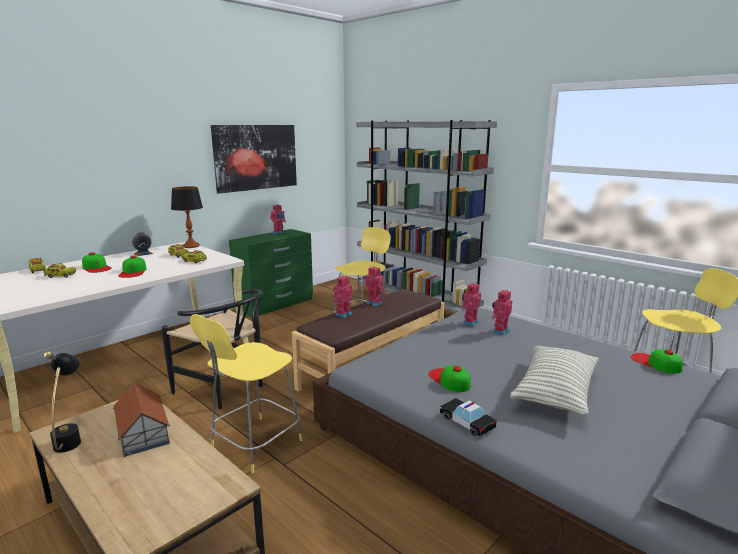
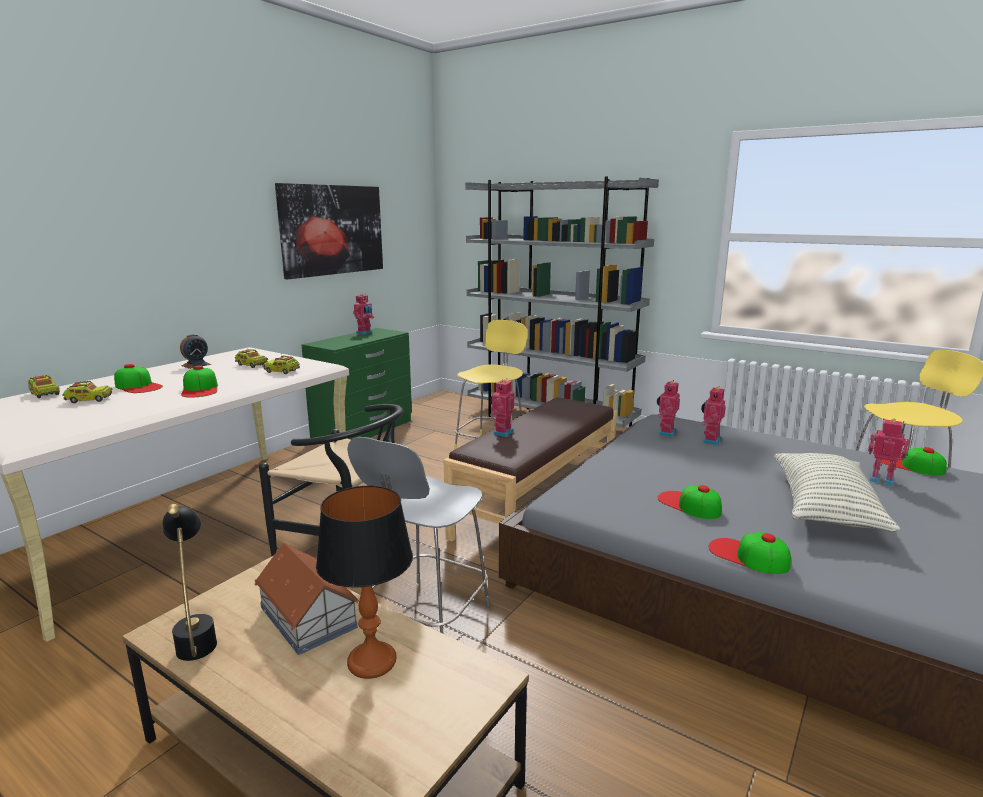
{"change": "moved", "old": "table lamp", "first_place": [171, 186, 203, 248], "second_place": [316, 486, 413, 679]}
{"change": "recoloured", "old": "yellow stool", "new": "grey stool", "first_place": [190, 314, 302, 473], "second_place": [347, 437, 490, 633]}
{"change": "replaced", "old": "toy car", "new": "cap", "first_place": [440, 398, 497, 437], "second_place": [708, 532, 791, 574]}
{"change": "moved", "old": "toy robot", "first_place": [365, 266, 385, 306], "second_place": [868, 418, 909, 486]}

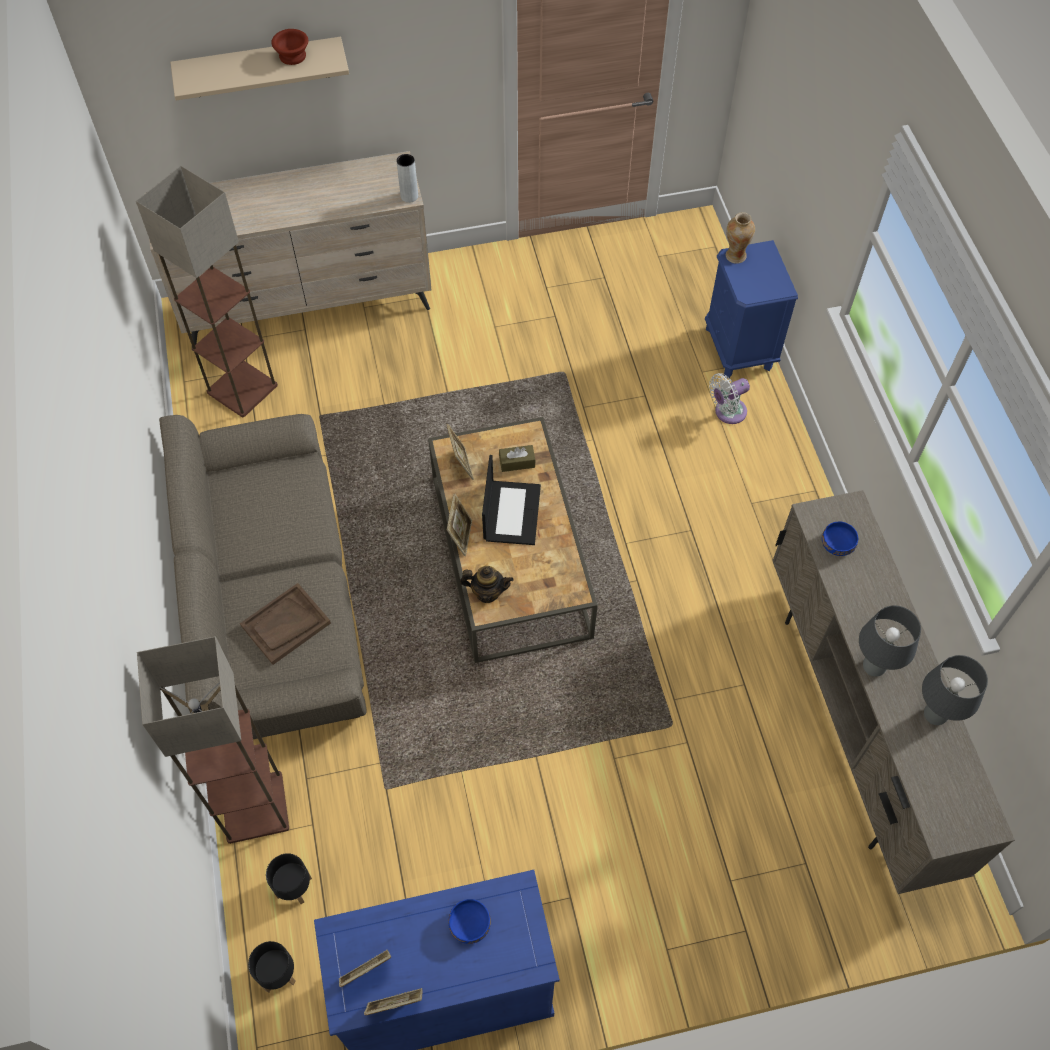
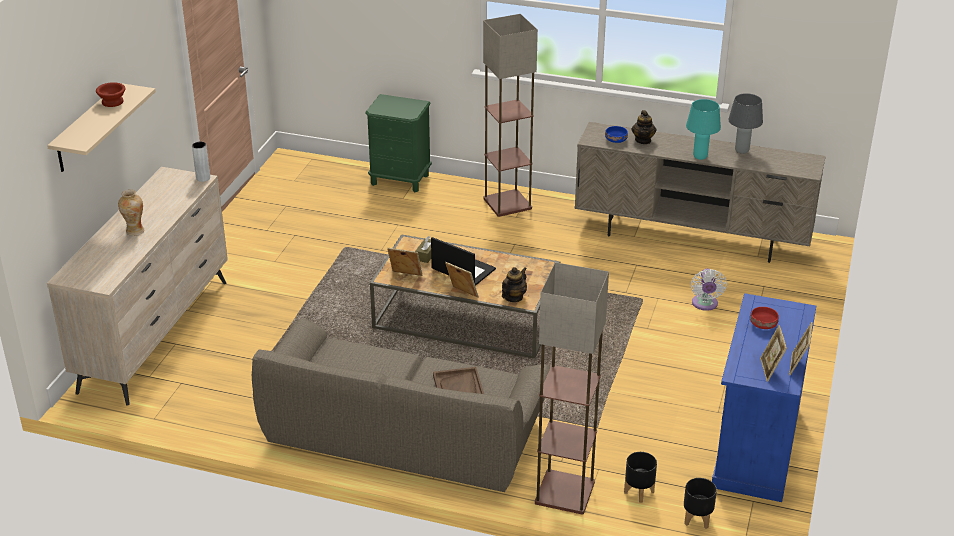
{"change": "moved", "old": "vase", "first_place": [726, 212, 755, 264], "second_place": [118, 189, 144, 236]}
{"change": "recoloured", "old": "blue nightstand", "new": "green nightstand", "first_place": [705, 240, 798, 378], "second_place": [365, 94, 432, 192]}
{"change": "moved", "old": "floor lamp", "first_place": [136, 166, 278, 418], "second_place": [483, 14, 538, 217]}
{"change": "added", "new": "teapot", "second_place": [631, 110, 656, 144]}
{"change": "recoloured", "old": "grey table lamp", "new": "turquoise table lamp", "first_place": [859, 605, 921, 677], "second_place": [686, 99, 721, 160]}
{"change": "moved", "old": "white fan", "first_place": [709, 373, 750, 424], "second_place": [691, 269, 727, 311]}
{"change": "recoloured", "old": "blue bowl", "new": "red bowl", "first_place": [448, 899, 491, 944], "second_place": [750, 307, 779, 329]}

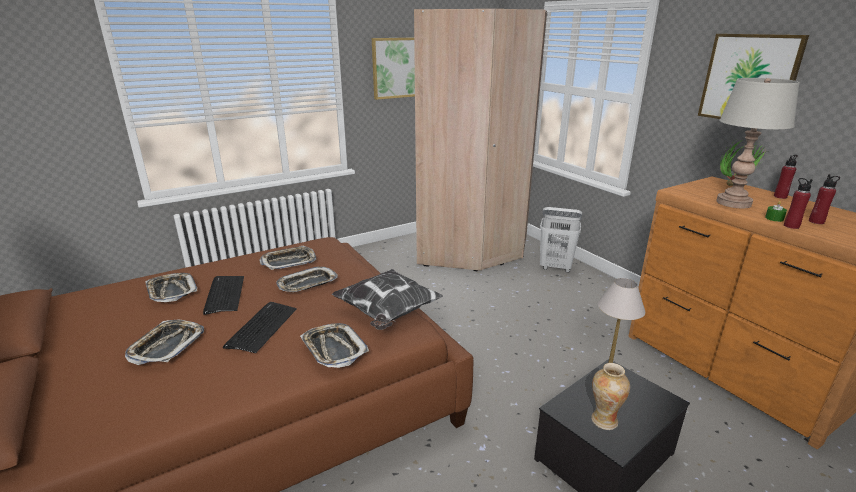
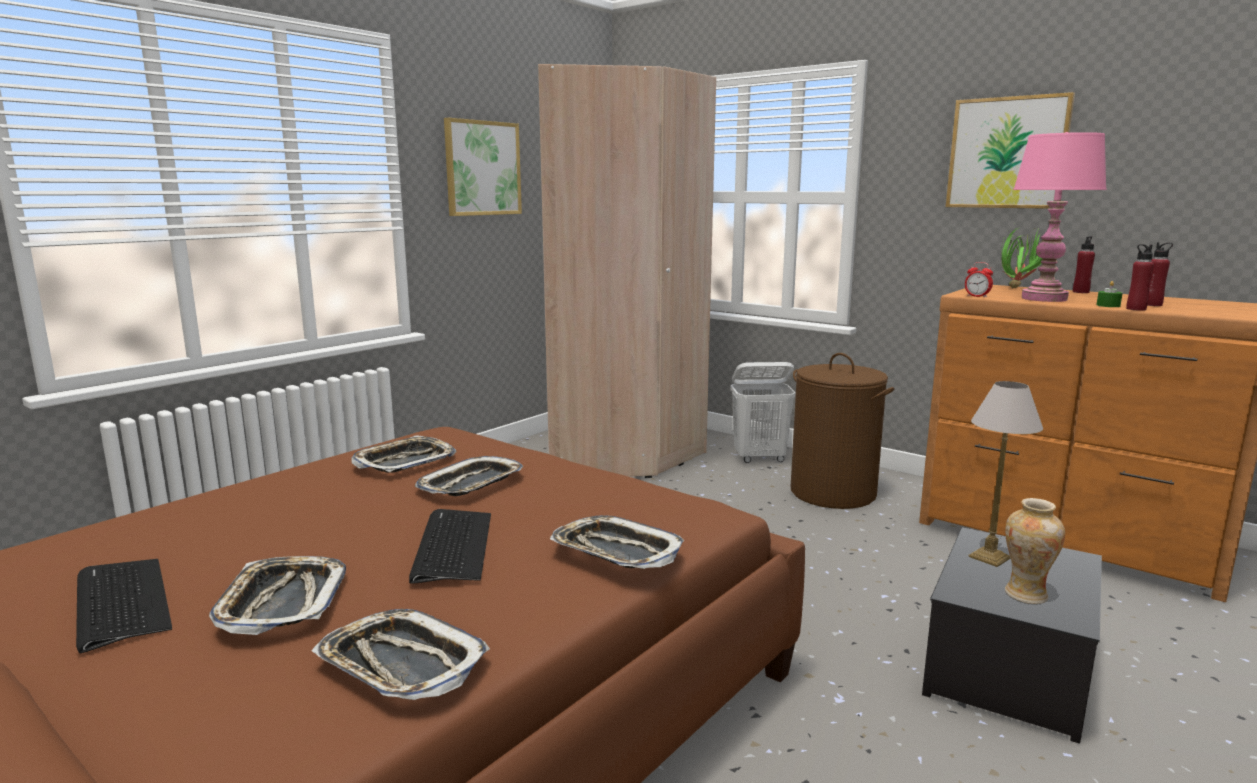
{"change": "moved", "old": "keyboard", "first_place": [203, 276, 244, 315], "second_place": [76, 559, 172, 653]}
{"change": "moved", "old": "tray", "first_place": [145, 273, 197, 302], "second_place": [312, 609, 490, 700]}
{"change": "added", "new": "brown laundry basket", "second_place": [790, 353, 894, 509]}
{"change": "added", "new": "alarm clock", "second_place": [965, 262, 993, 298]}
{"change": "recoloured", "old": "grey table lamp", "new": "pink table lamp", "first_place": [716, 78, 799, 209], "second_place": [1013, 132, 1107, 302]}
{"change": "removed", "old": "pillow", "first_place": [332, 269, 443, 330]}

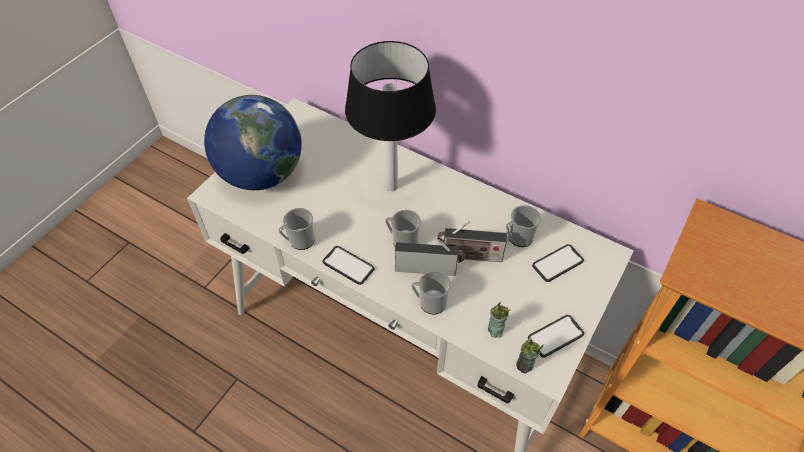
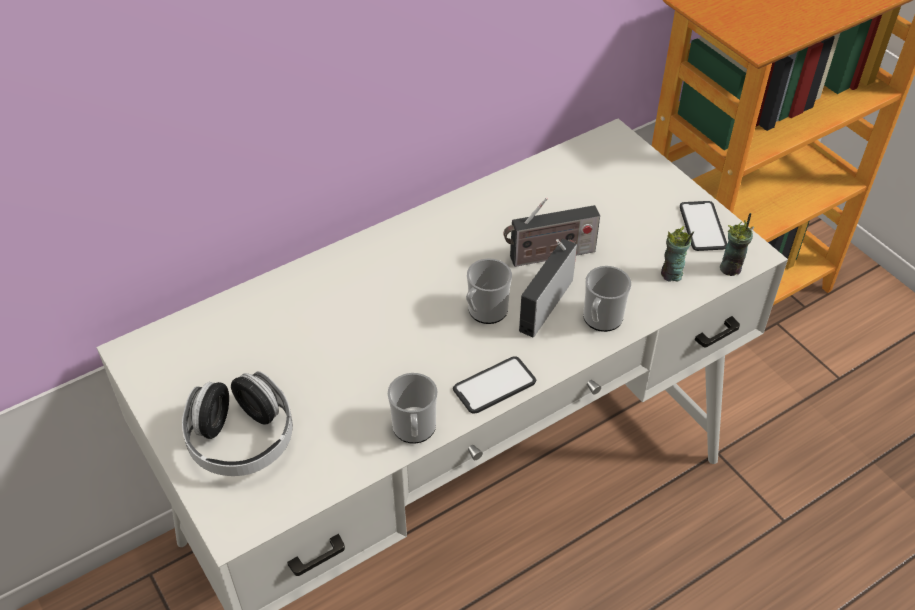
{"change": "replaced", "old": "globe", "new": "headphones", "first_place": [204, 95, 302, 190], "second_place": [182, 371, 293, 476]}
{"change": "turned", "old": "radio", "first_place": [438, 221, 507, 262], "second_place": [503, 198, 600, 267], "degrees": 45}
{"change": "removed", "old": "table lamp", "first_place": [345, 41, 436, 191]}
{"change": "removed", "old": "mug", "first_place": [506, 205, 541, 247]}
{"change": "removed", "old": "phone", "first_place": [532, 244, 584, 282]}

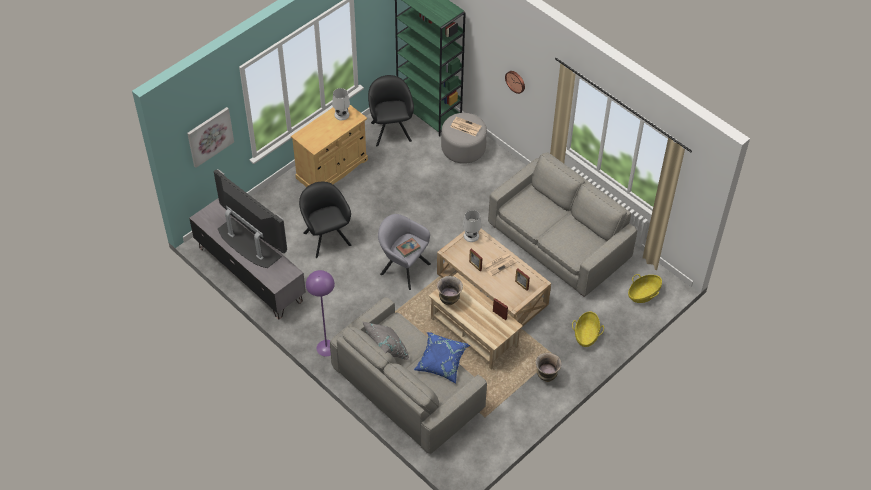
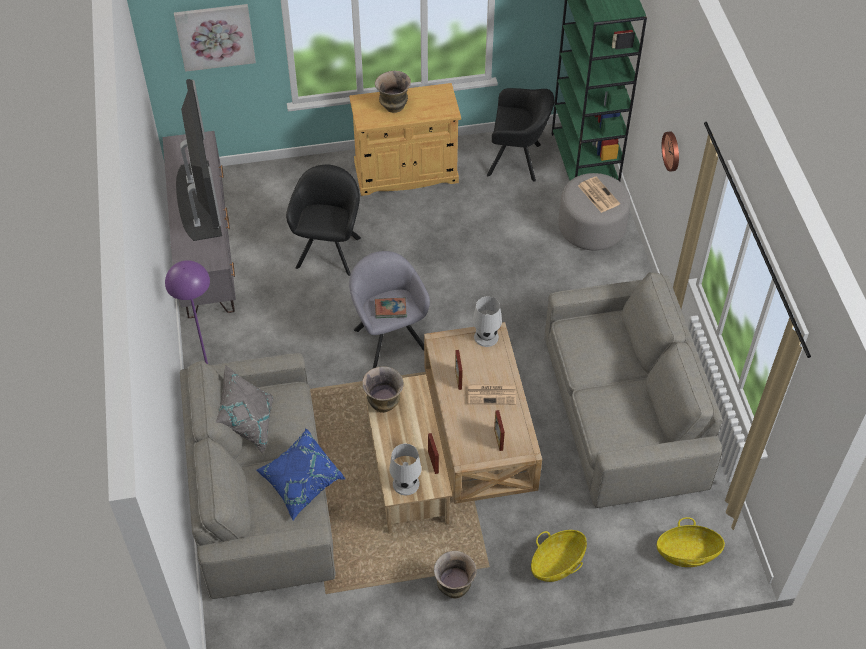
{"change": "added", "new": "vase", "second_place": [375, 71, 411, 113]}
{"change": "moved", "old": "white table lamp", "first_place": [332, 88, 350, 120], "second_place": [389, 444, 422, 495]}
{"change": "turned", "old": "black armchair", "first_place": [368, 75, 414, 146], "second_place": [487, 88, 554, 182], "degrees": 75}

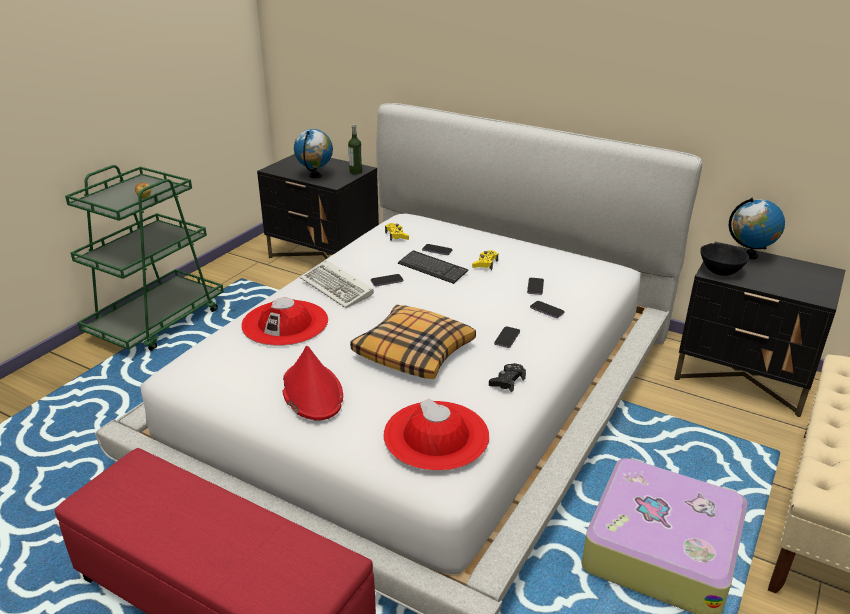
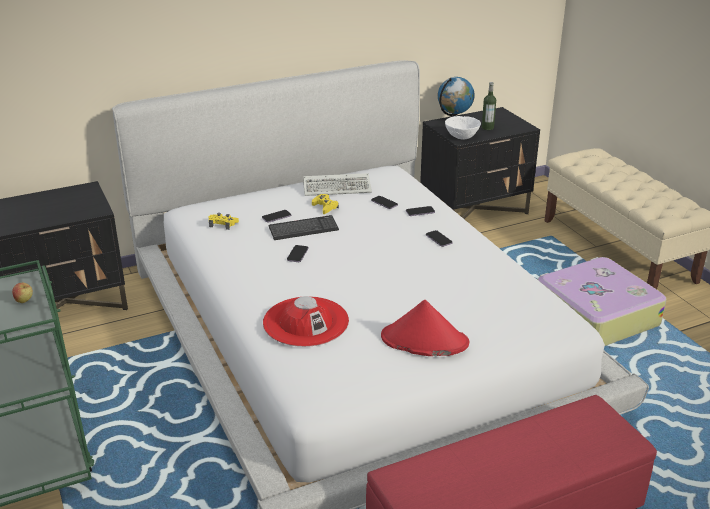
{"change": "moved", "old": "keyboard", "first_place": [300, 260, 374, 308], "second_place": [303, 173, 372, 196]}
{"change": "recoloured", "old": "black bowl", "new": "white bowl", "first_place": [700, 243, 749, 276], "second_place": [445, 116, 481, 140]}
{"change": "moved", "old": "bottle", "first_place": [348, 124, 362, 175], "second_place": [482, 82, 496, 130]}
{"change": "removed", "old": "globe", "first_place": [294, 129, 333, 178]}
{"change": "removed", "old": "pillow", "first_place": [350, 305, 476, 379]}
{"change": "removed", "old": "red hat", "first_place": [383, 399, 489, 471]}
{"change": "removed", "old": "black game controller", "first_place": [489, 363, 526, 393]}

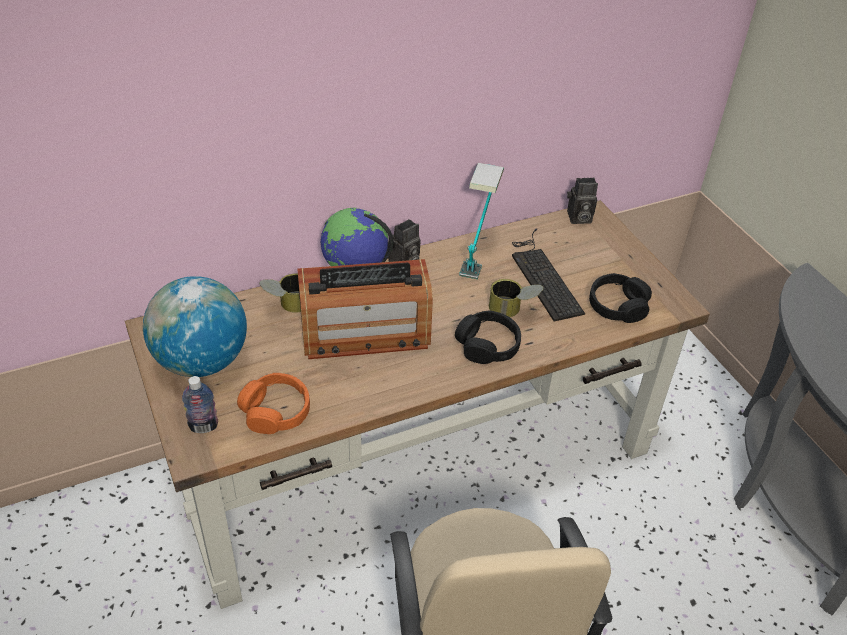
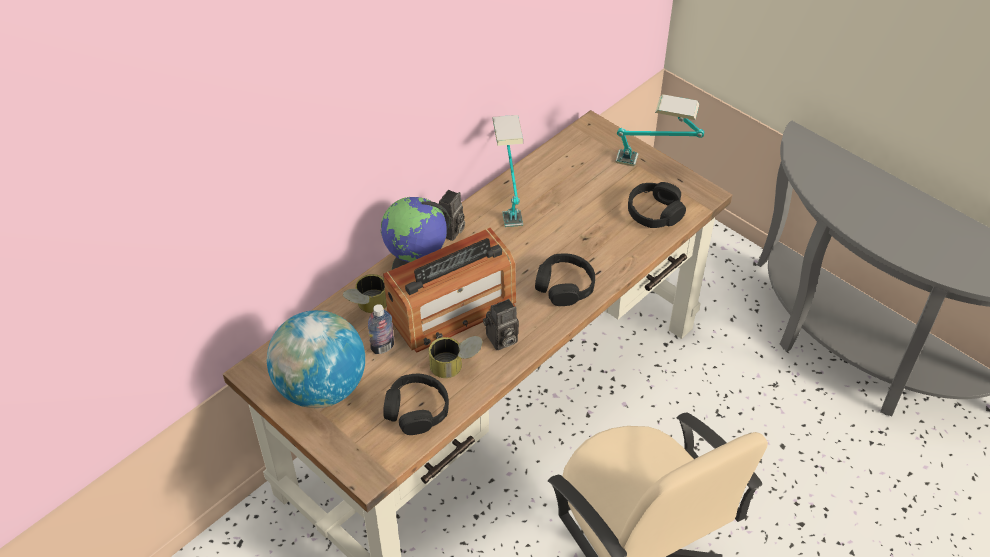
{"change": "moved", "old": "bottle", "first_place": [182, 376, 218, 433], "second_place": [368, 304, 394, 354]}
{"change": "recoloured", "old": "orange headphones", "new": "black headphones", "first_place": [237, 373, 310, 434], "second_place": [383, 374, 449, 435]}
{"change": "moved", "old": "can", "first_place": [489, 279, 543, 317], "second_place": [429, 336, 483, 378]}
{"change": "moved", "old": "photo camera", "first_place": [567, 177, 598, 224], "second_place": [483, 299, 519, 350]}
{"change": "added", "new": "table lamp", "second_place": [616, 94, 705, 166]}
{"change": "removed", "old": "keyboard", "first_place": [512, 228, 585, 322]}

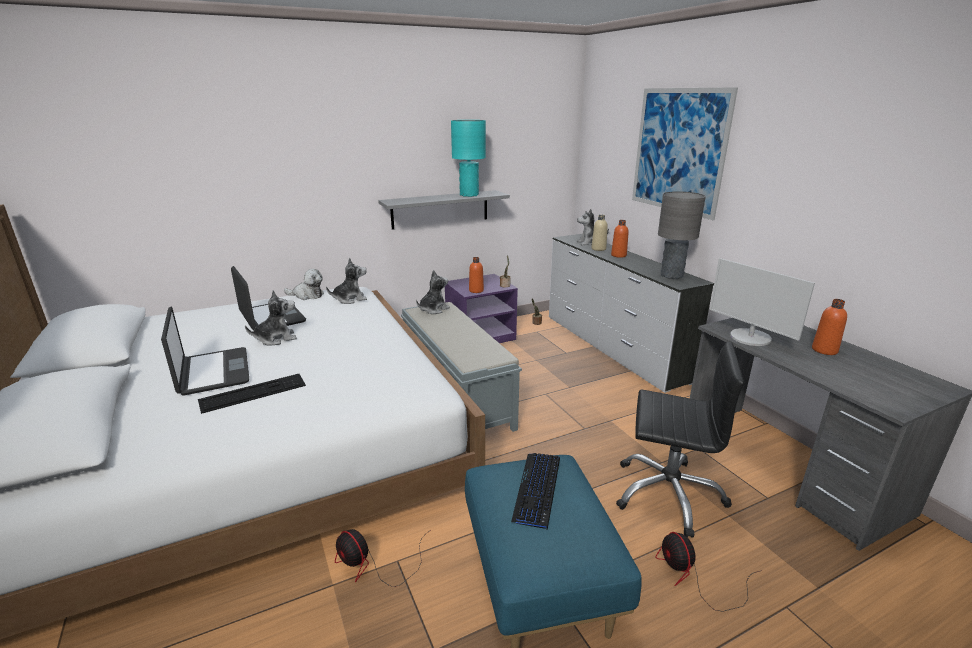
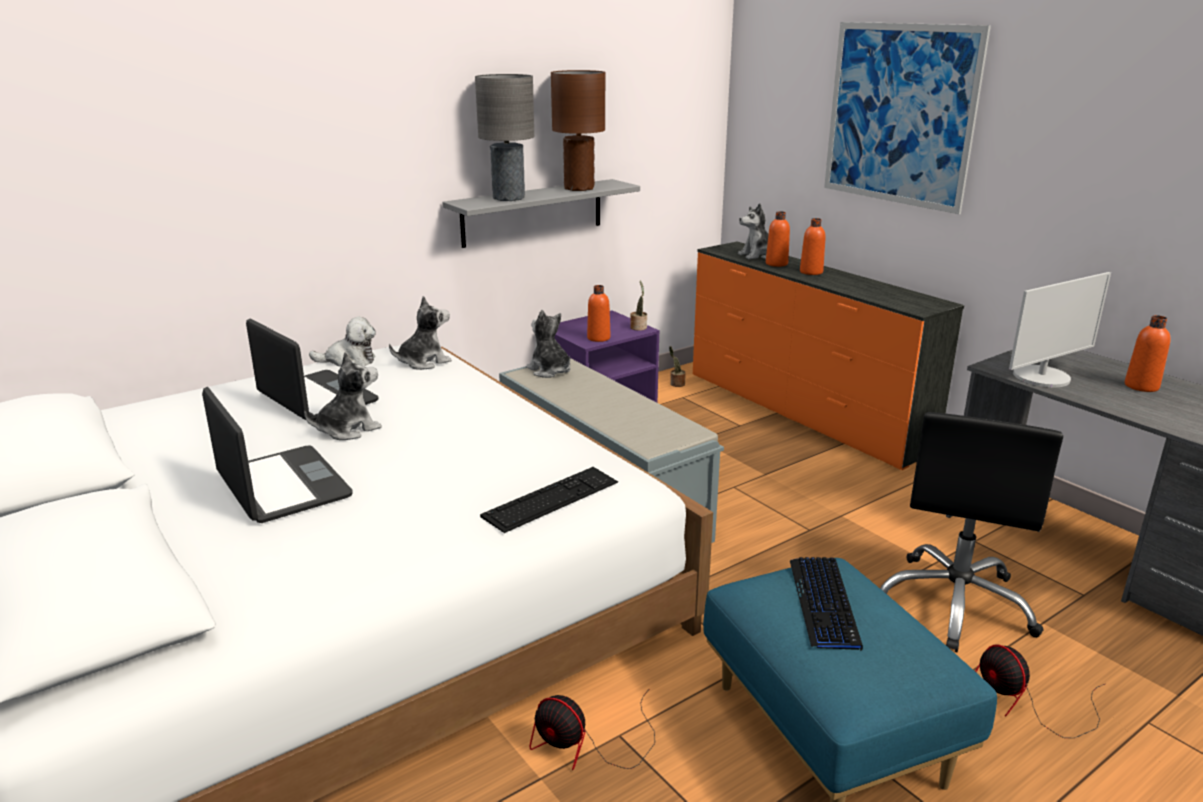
{"change": "moved", "old": "grey table lamp", "first_place": [658, 191, 706, 279], "second_place": [475, 74, 534, 201]}
{"change": "moved", "old": "keyboard", "first_place": [198, 374, 306, 414], "second_place": [480, 467, 618, 533]}
{"change": "turned", "old": "plush toy", "first_place": [416, 270, 450, 314], "second_place": [526, 310, 571, 378], "degrees": -75}
{"change": "recoloured", "old": "turquoise table lamp", "new": "brown table lamp", "first_place": [451, 120, 486, 197], "second_place": [551, 70, 606, 191]}
{"change": "recoloured", "old": "white dresser", "new": "orange dresser", "first_place": [549, 234, 714, 393], "second_place": [693, 241, 964, 470]}
{"change": "recoloured", "old": "beige bottle", "new": "orange bottle", "first_place": [591, 215, 608, 251], "second_place": [766, 211, 790, 267]}
{"change": "turned", "old": "black office chair", "first_place": [616, 341, 744, 537], "second_place": [880, 412, 1063, 652], "degrees": 105}
{"change": "turned", "old": "monitor", "first_place": [709, 258, 815, 346], "second_place": [1009, 272, 1111, 387], "degrees": -75}

